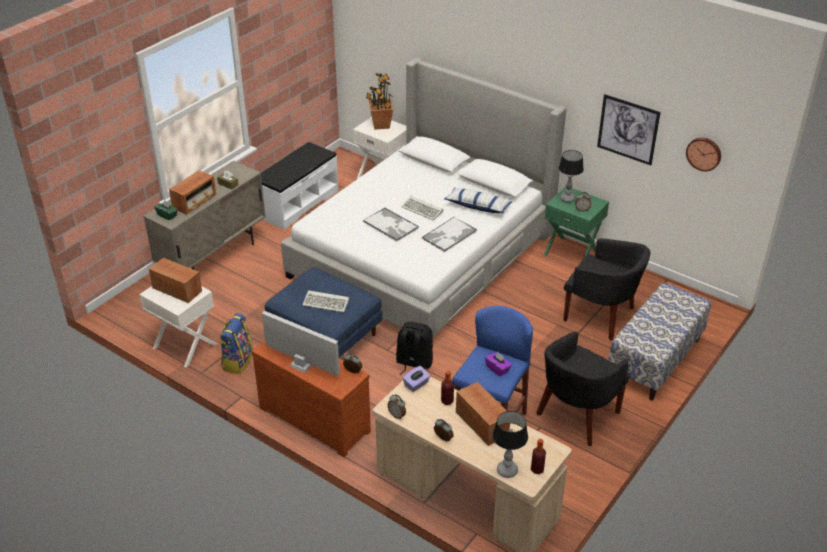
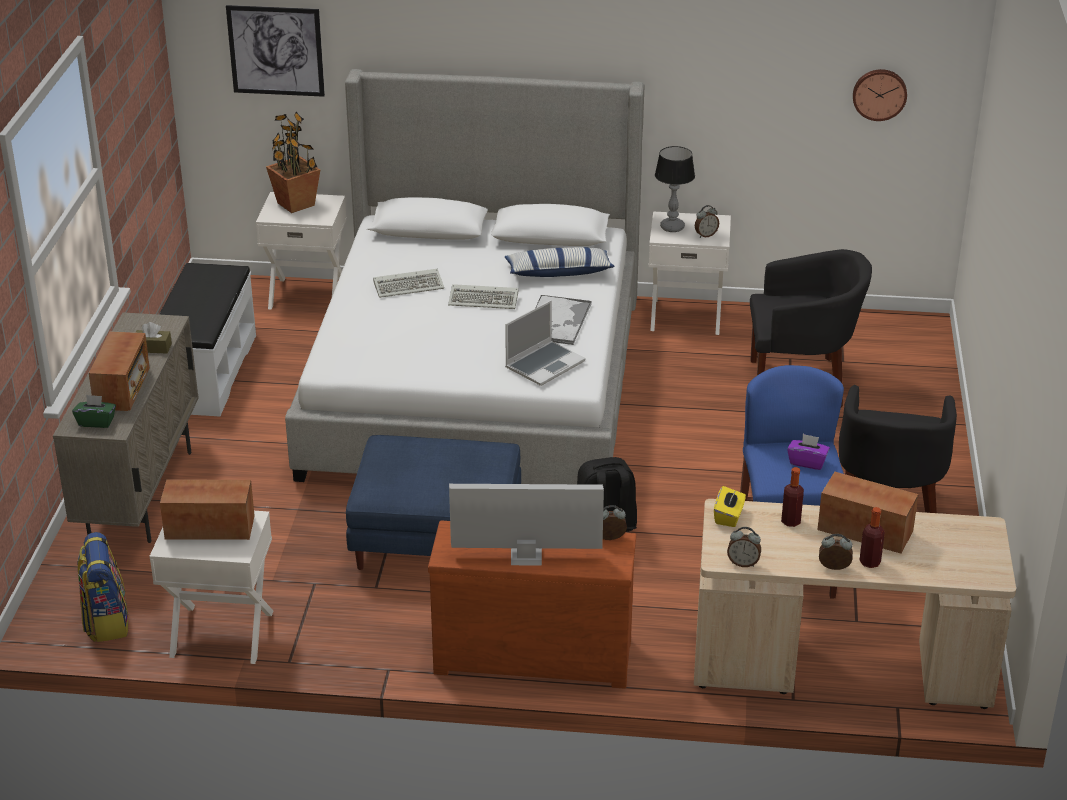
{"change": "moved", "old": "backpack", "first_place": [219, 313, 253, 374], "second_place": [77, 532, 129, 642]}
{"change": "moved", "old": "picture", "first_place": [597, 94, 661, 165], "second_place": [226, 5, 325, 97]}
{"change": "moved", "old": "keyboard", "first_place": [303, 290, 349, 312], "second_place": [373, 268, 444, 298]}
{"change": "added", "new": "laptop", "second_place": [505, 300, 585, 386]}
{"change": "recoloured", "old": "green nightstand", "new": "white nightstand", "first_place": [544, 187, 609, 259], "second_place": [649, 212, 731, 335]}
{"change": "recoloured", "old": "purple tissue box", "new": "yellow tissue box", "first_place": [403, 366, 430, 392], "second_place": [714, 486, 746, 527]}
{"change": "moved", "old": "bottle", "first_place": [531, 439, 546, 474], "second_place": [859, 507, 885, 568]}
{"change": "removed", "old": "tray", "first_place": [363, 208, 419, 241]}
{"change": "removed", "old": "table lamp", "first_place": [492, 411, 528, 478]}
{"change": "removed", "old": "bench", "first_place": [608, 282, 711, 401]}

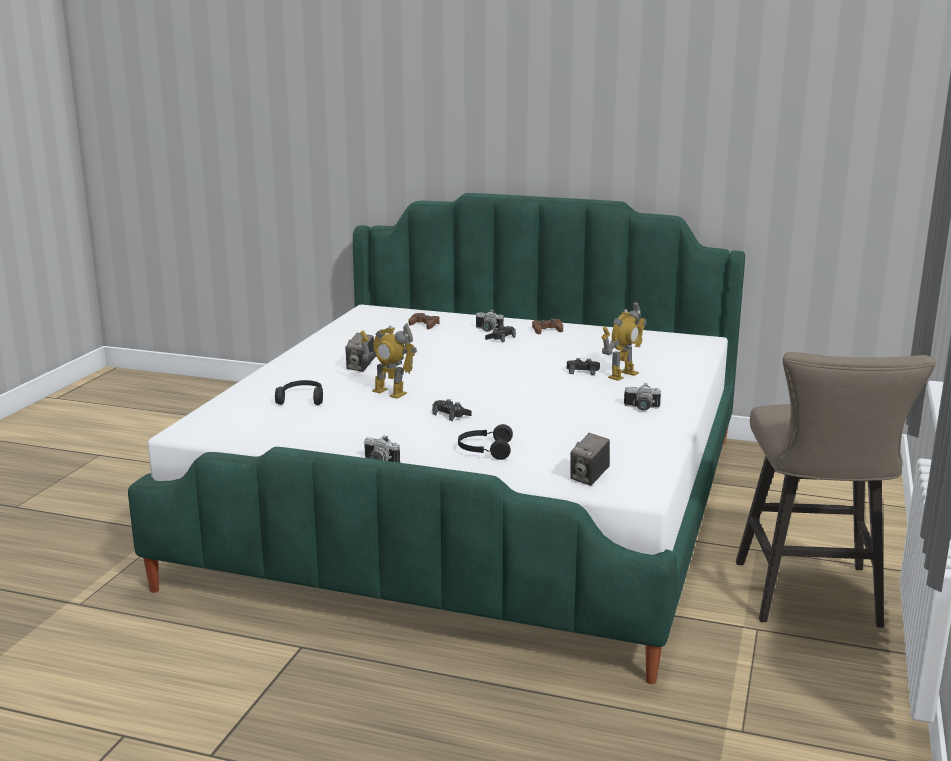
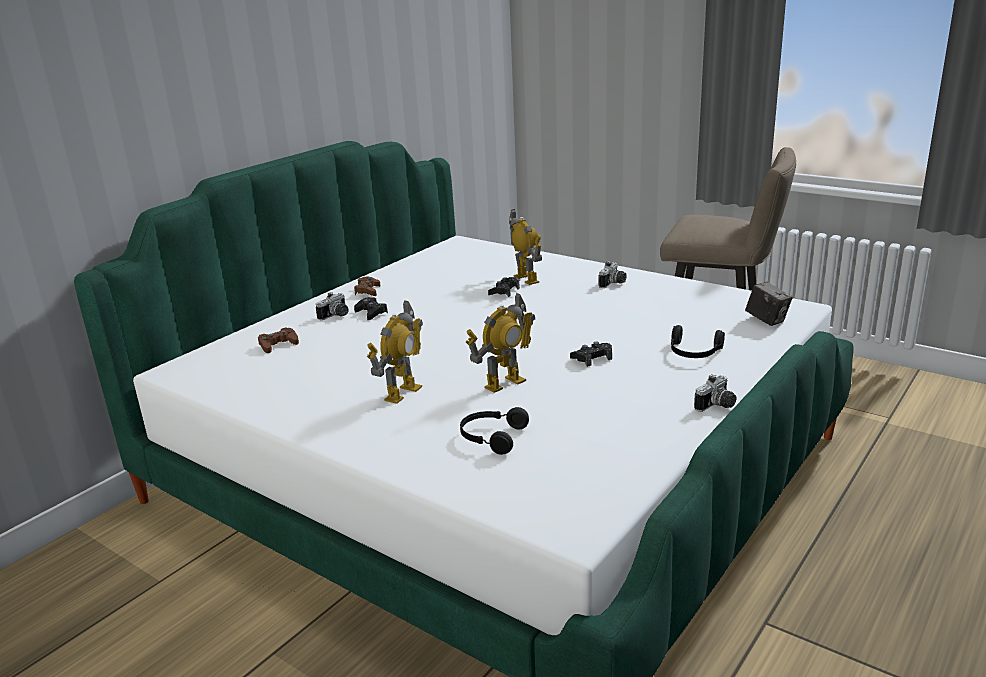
{"change": "replaced", "old": "photo camera", "new": "toy robot", "first_place": [345, 333, 375, 372], "second_place": [367, 301, 423, 404]}

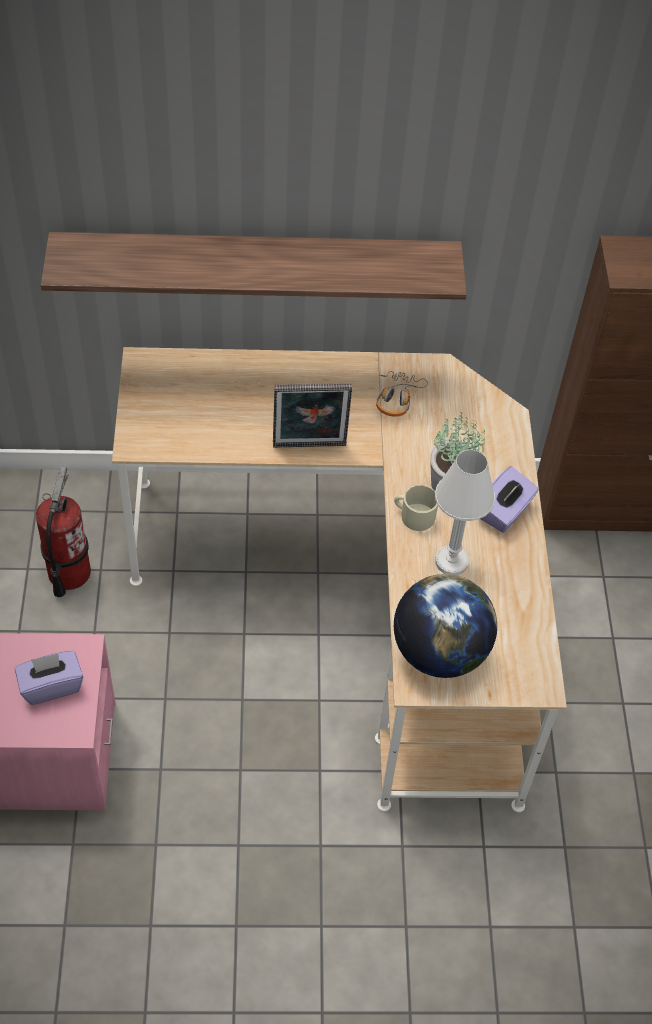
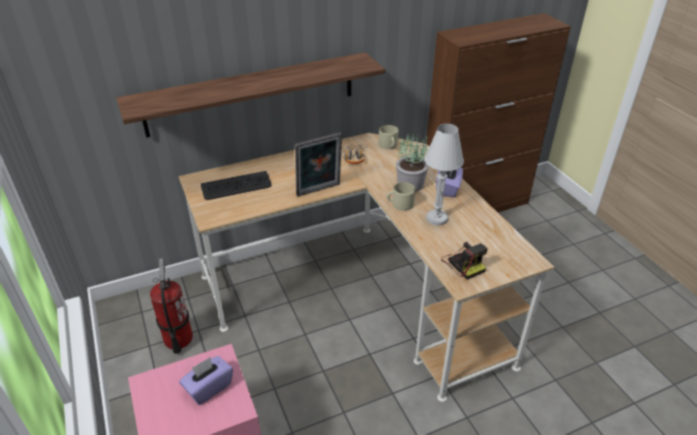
{"change": "added", "new": "keyboard", "second_place": [201, 171, 272, 200]}
{"change": "added", "new": "beige mug", "second_place": [379, 125, 398, 149]}
{"change": "replaced", "old": "globe", "new": "photo camera", "first_place": [394, 574, 497, 678], "second_place": [441, 242, 488, 280]}

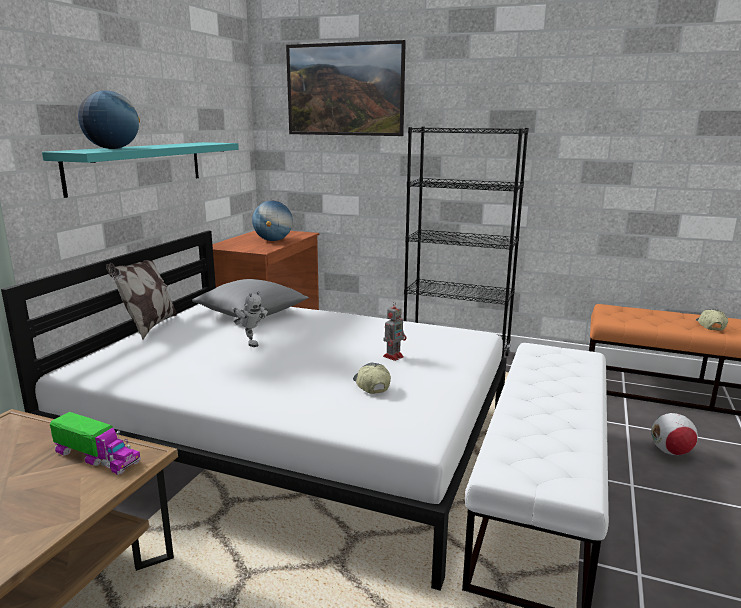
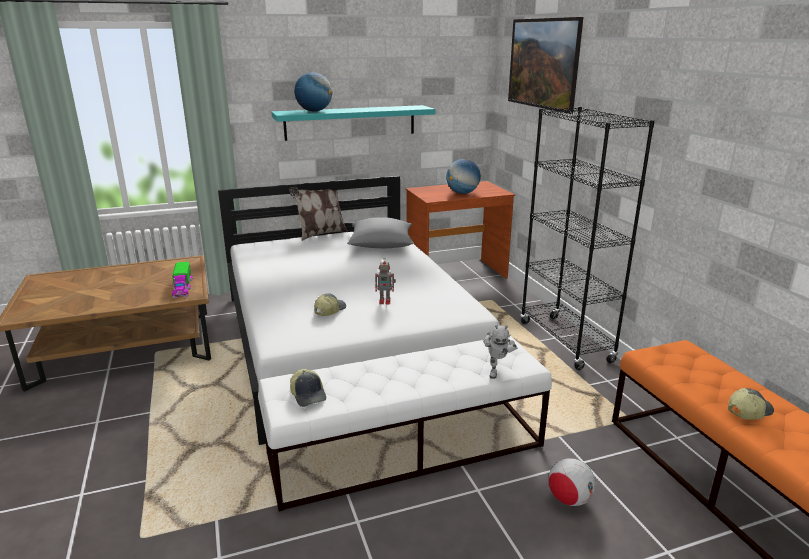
{"change": "added", "new": "cap", "second_place": [290, 369, 326, 407]}
{"change": "moved", "old": "toy robot", "first_place": [232, 291, 268, 347], "second_place": [483, 325, 517, 379]}

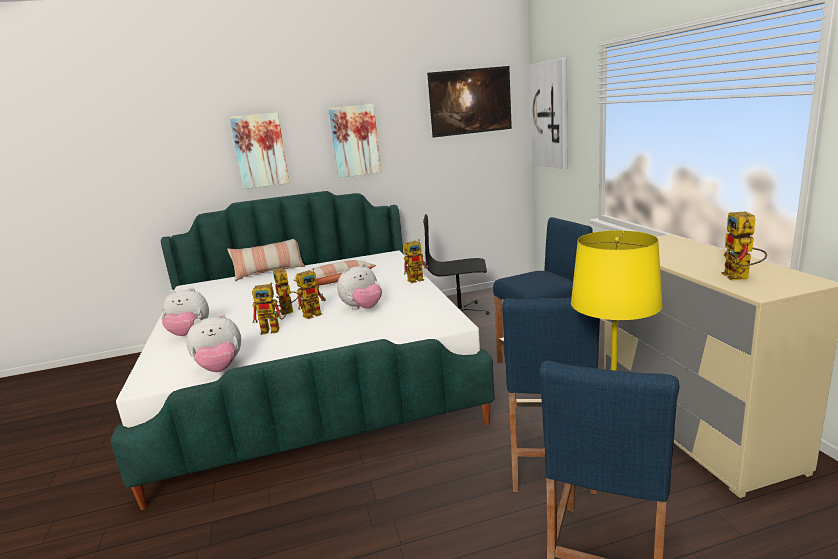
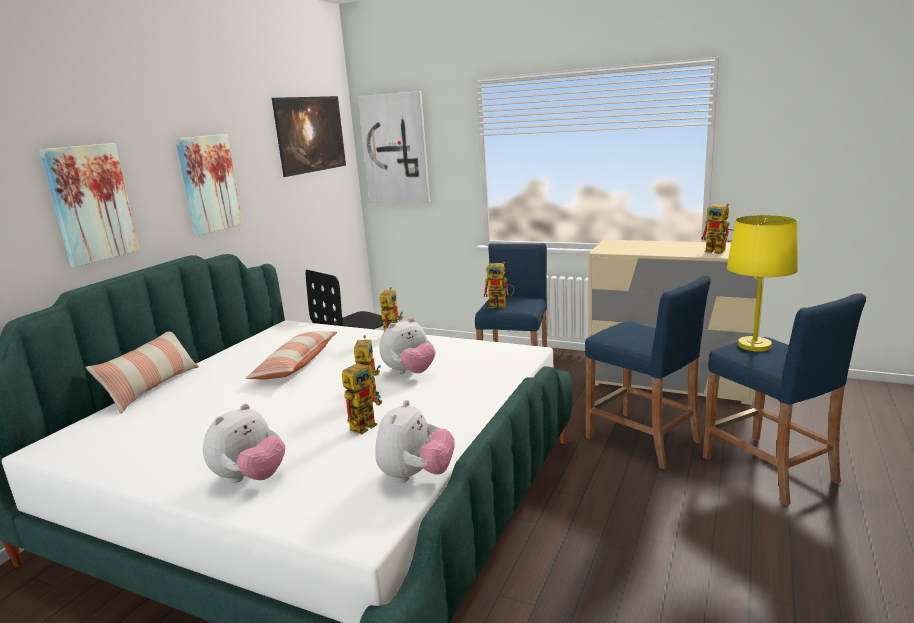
{"change": "turned", "old": "plush toy", "first_place": [337, 263, 382, 310], "second_place": [379, 318, 435, 374], "degrees": 45}
{"change": "moved", "old": "toy robot", "first_place": [273, 268, 298, 315], "second_place": [483, 262, 514, 308]}

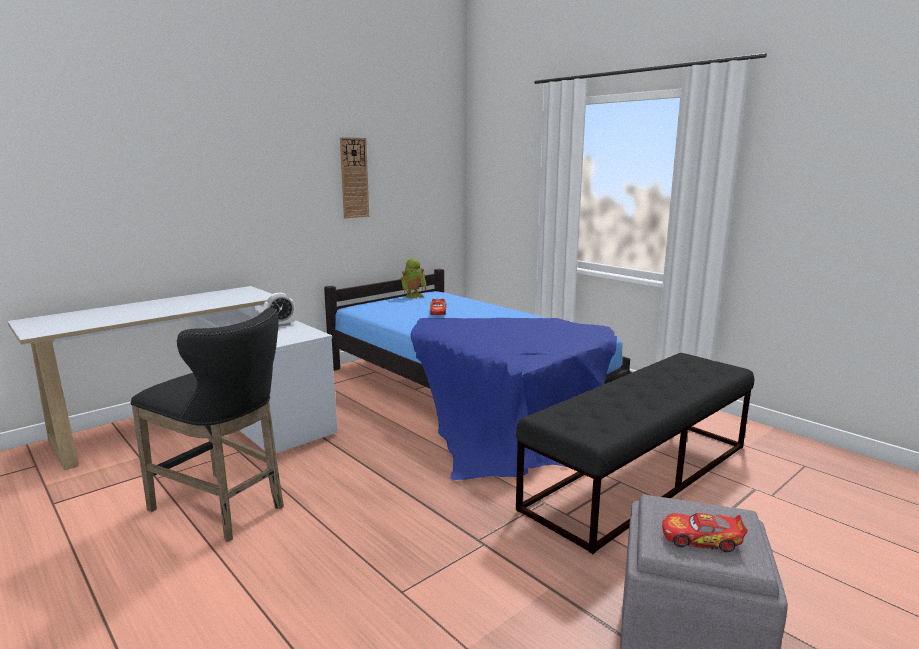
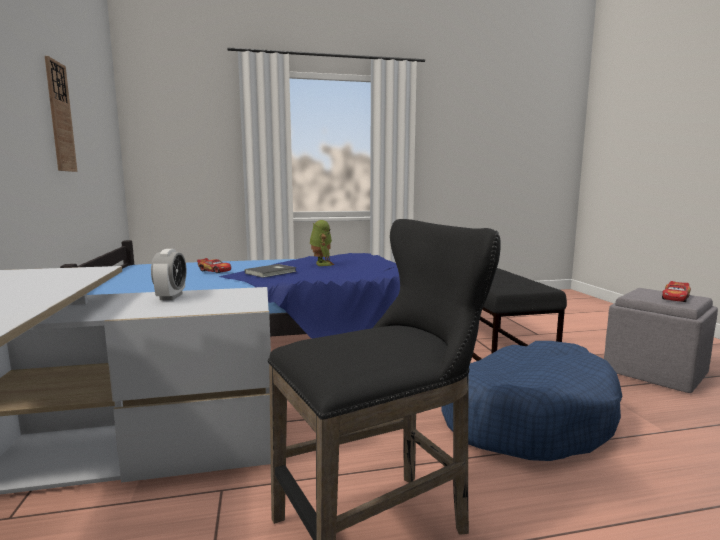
{"change": "added", "new": "grey book", "second_place": [245, 264, 297, 278]}
{"change": "moved", "old": "toy robot", "first_place": [400, 258, 427, 299], "second_place": [310, 220, 334, 266]}
{"change": "added", "new": "blue dog bed", "second_place": [441, 341, 622, 461]}

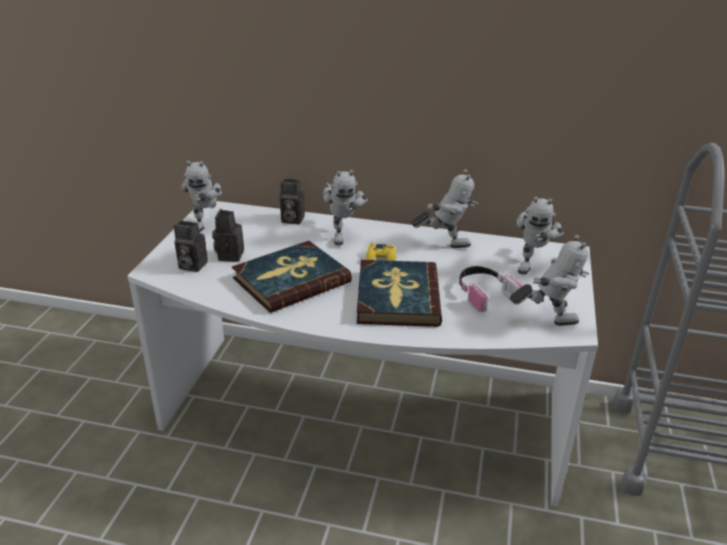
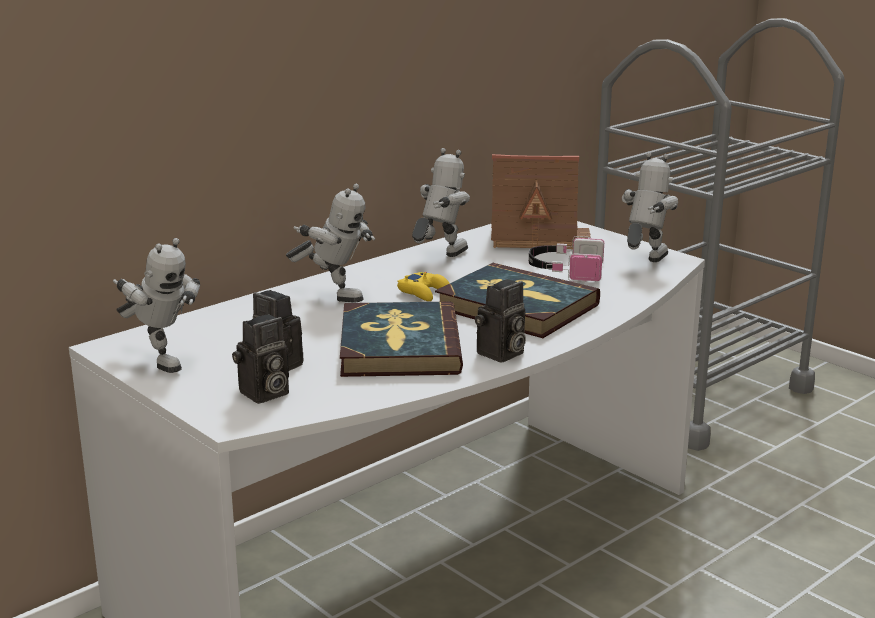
{"change": "moved", "old": "photo camera", "first_place": [280, 179, 305, 224], "second_place": [475, 279, 526, 363]}
{"change": "replaced", "old": "toy robot", "new": "toy house", "first_place": [516, 197, 564, 275], "second_place": [491, 154, 591, 250]}

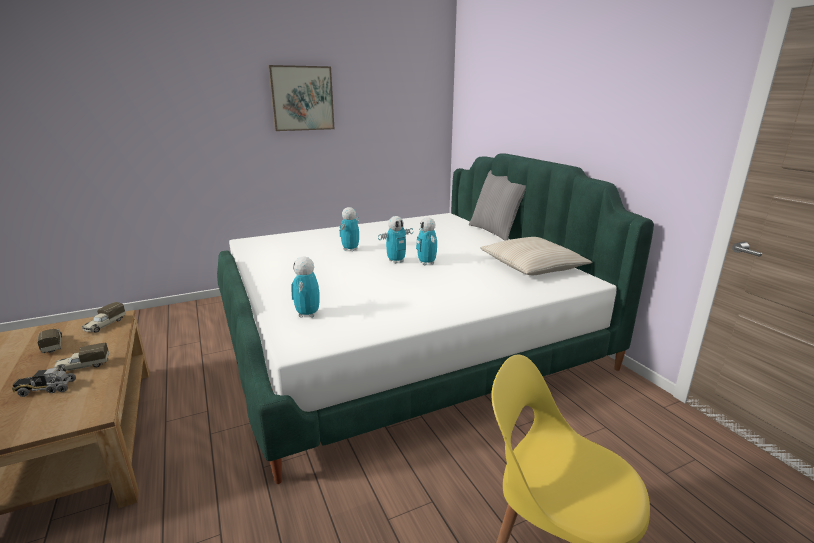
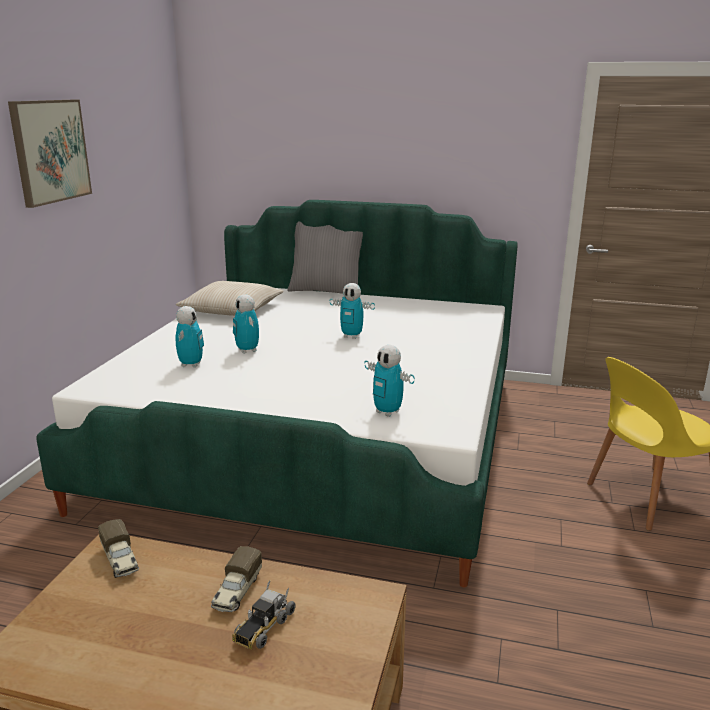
{"change": "moved", "old": "toy robot", "first_place": [378, 216, 413, 264], "second_place": [175, 306, 204, 368]}
{"change": "moved", "old": "beige pillow", "first_place": [480, 237, 592, 275], "second_place": [176, 281, 284, 316]}
{"change": "removed", "old": "toy truck", "first_place": [37, 329, 62, 353]}

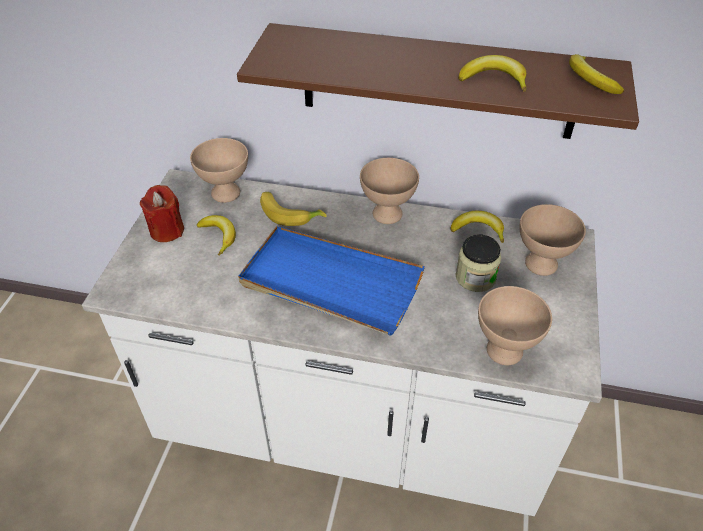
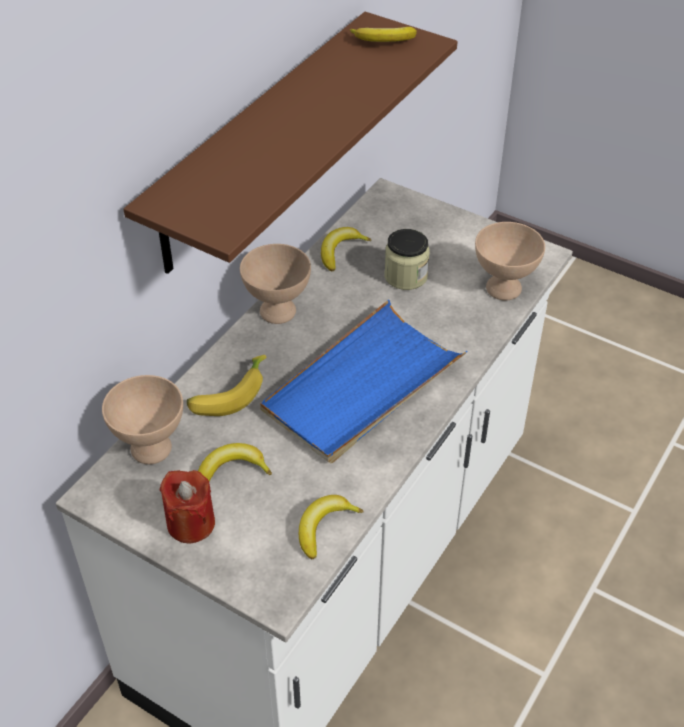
{"change": "moved", "old": "banana", "first_place": [458, 55, 527, 91], "second_place": [299, 495, 363, 559]}
{"change": "removed", "old": "beige bowl", "first_place": [520, 204, 586, 276]}

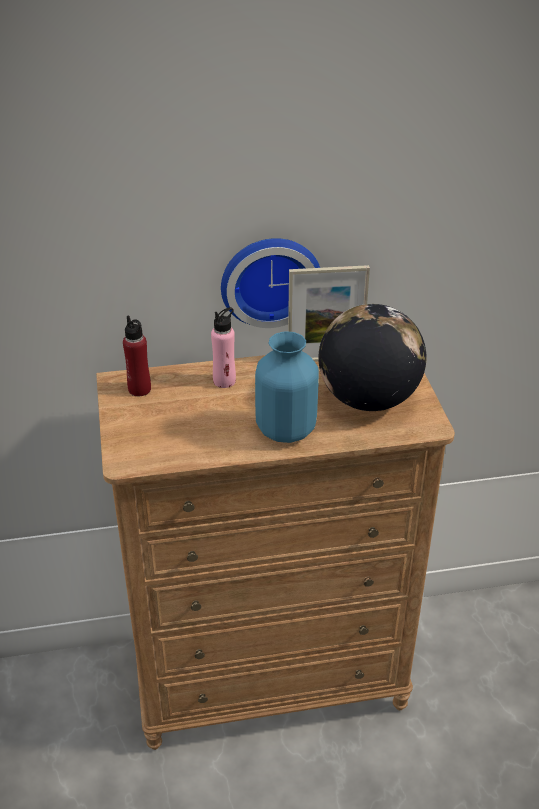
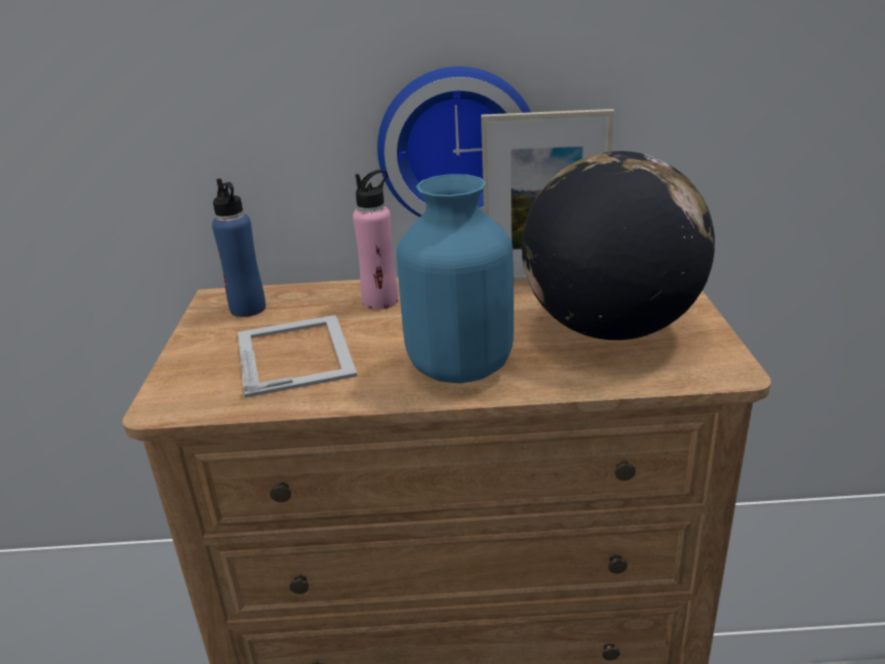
{"change": "recoloured", "old": "red bottle", "new": "blue bottle", "first_place": [123, 316, 151, 396], "second_place": [212, 178, 266, 317]}
{"change": "added", "new": "picture frame", "second_place": [238, 315, 357, 398]}

